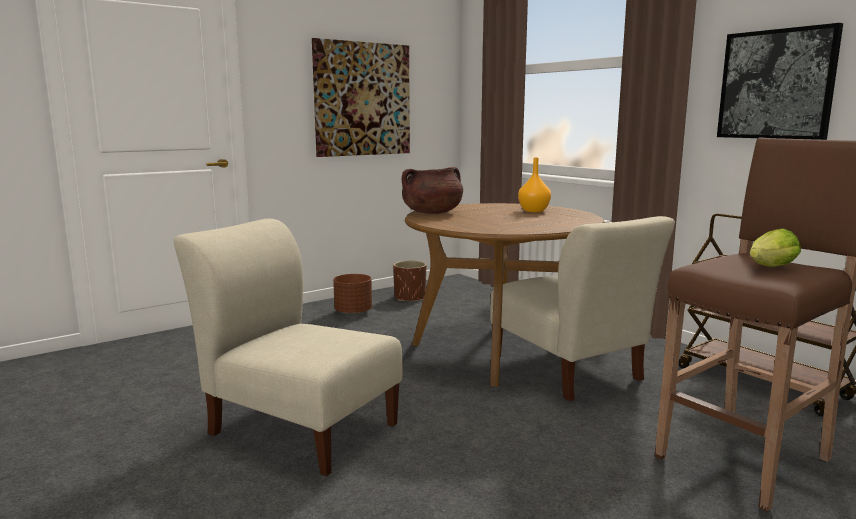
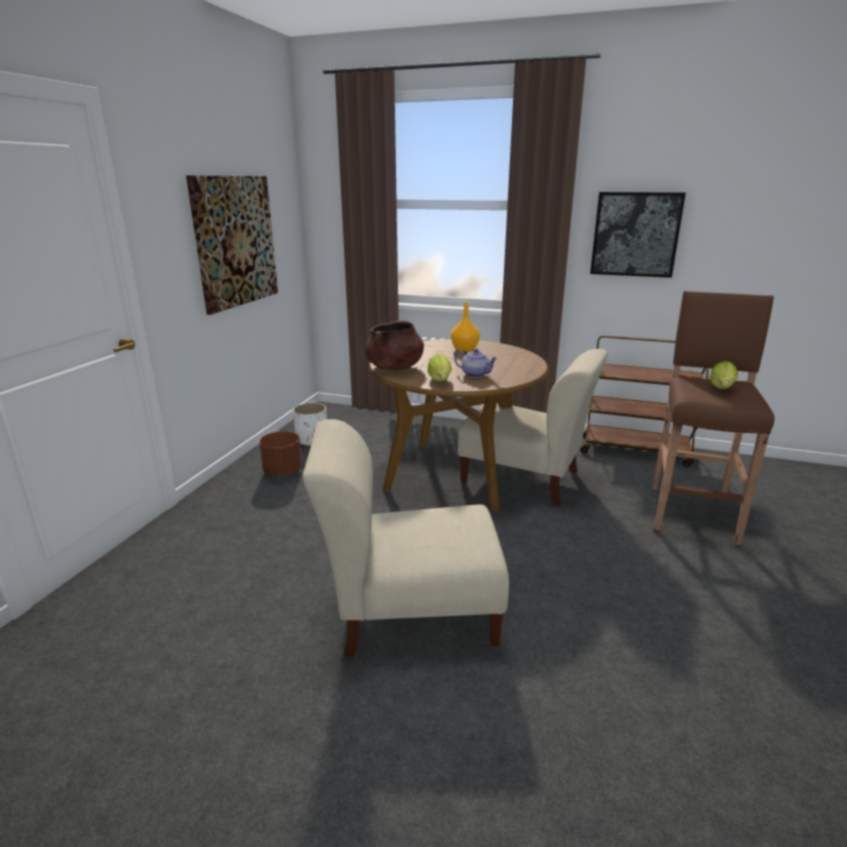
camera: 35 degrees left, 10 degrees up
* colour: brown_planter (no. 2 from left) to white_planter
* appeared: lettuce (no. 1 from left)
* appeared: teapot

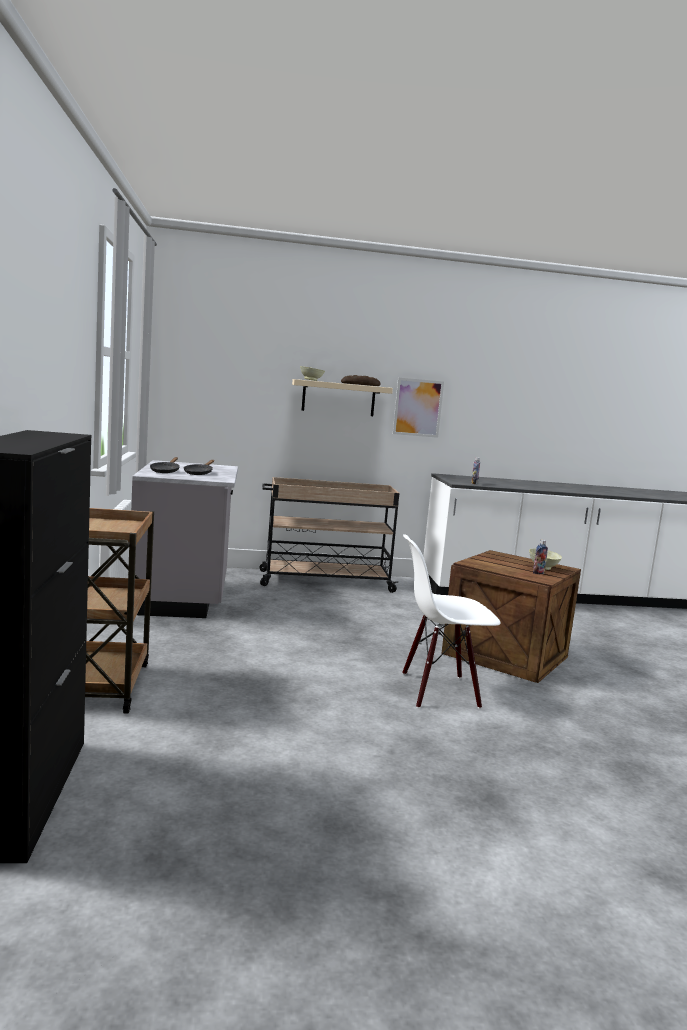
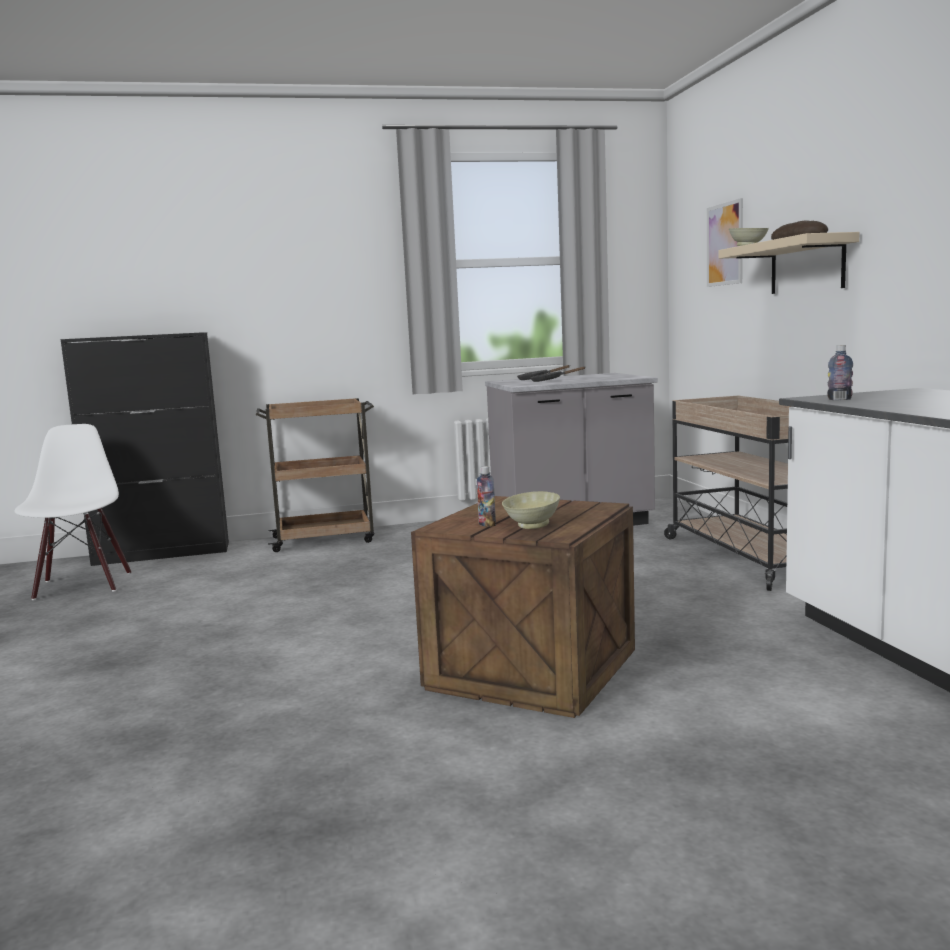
camera: 85 degrees right, 0 degrees up
* relocated: white_chair
* relocated: picture

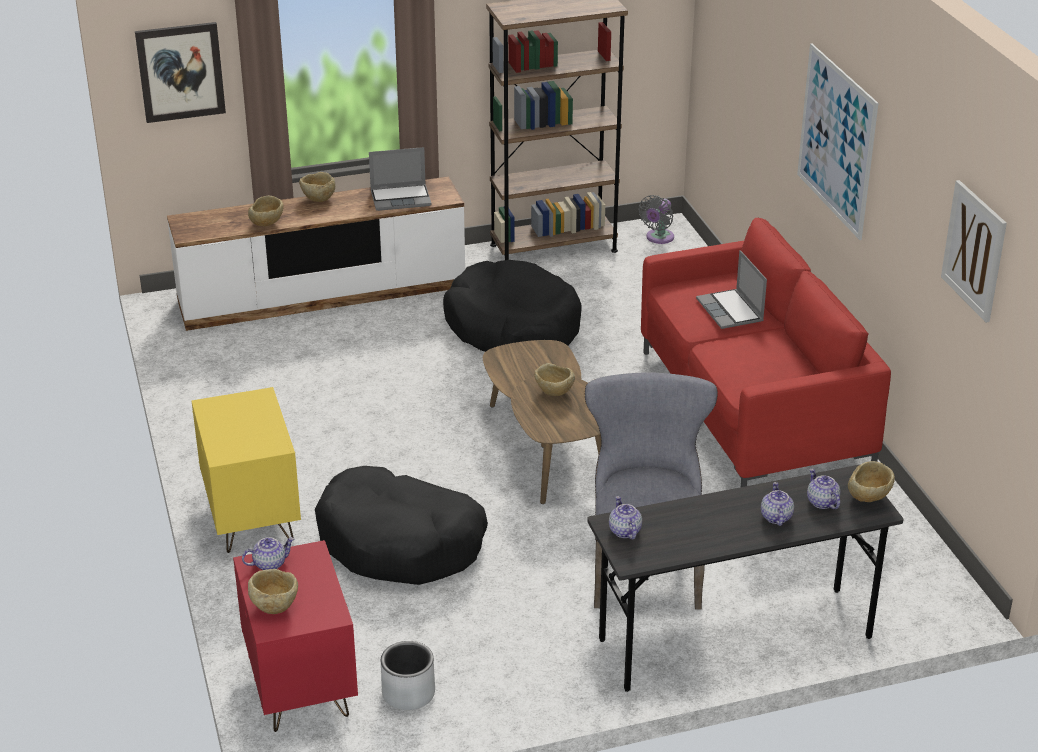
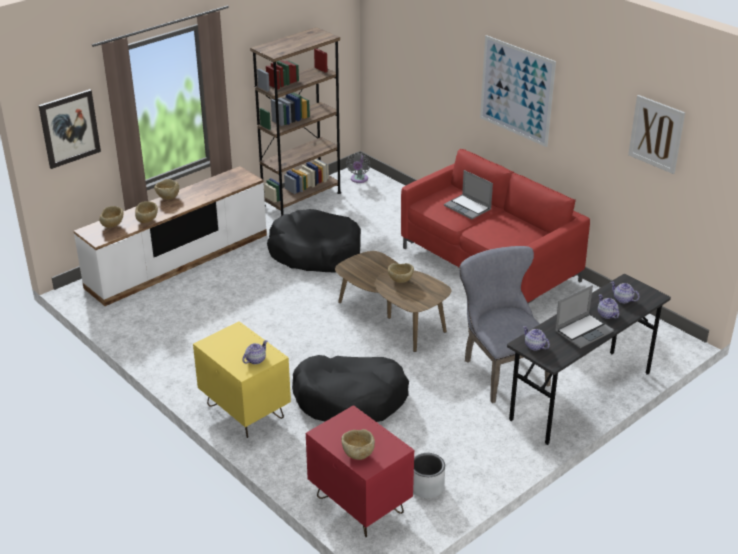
camera: 25 degrees left, 0 degrees up
* relocated: beige_bowl (no. 5 from left in the first image) to beige_bowl (no. 1 from left)
* relocated: teapot (no. 1 from left)
* relocated: laptop (no. 1 from left in the first image) to laptop (no. 2 from left)

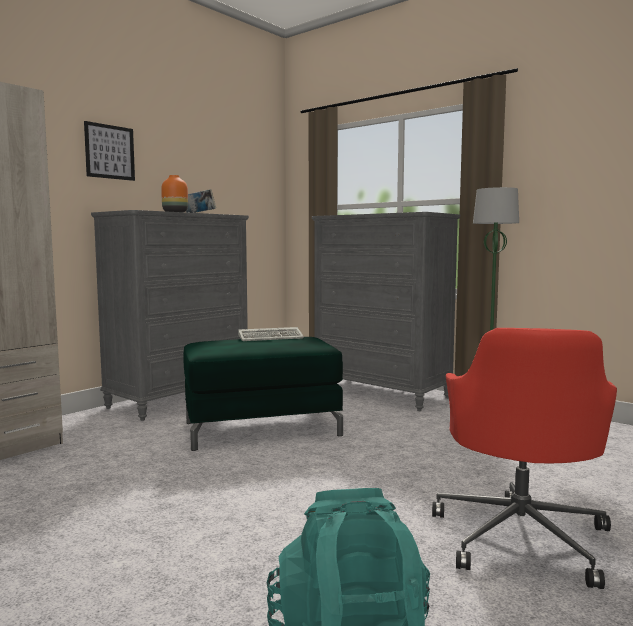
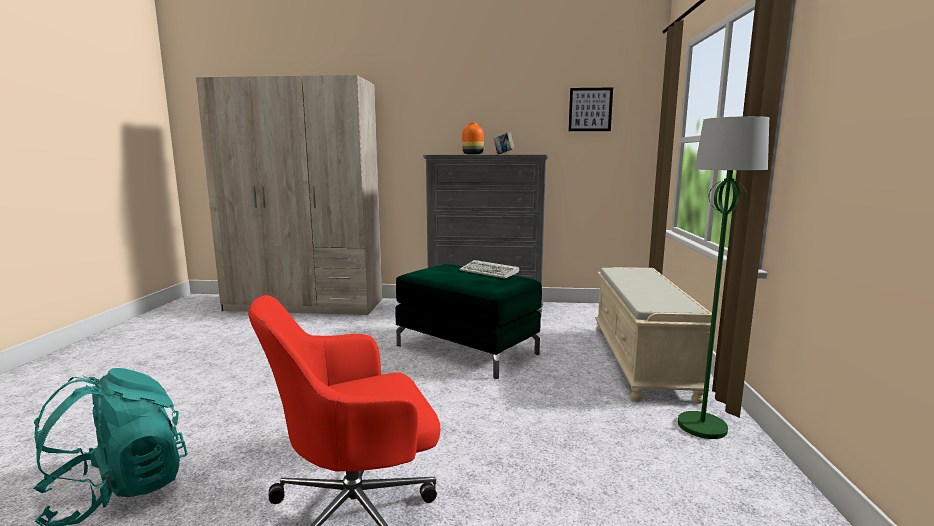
camera: 55 degrees right, 5 degrees up
* relocated: picture
* exchanged: grey_dresser (no. 2 from left) to beige_bench

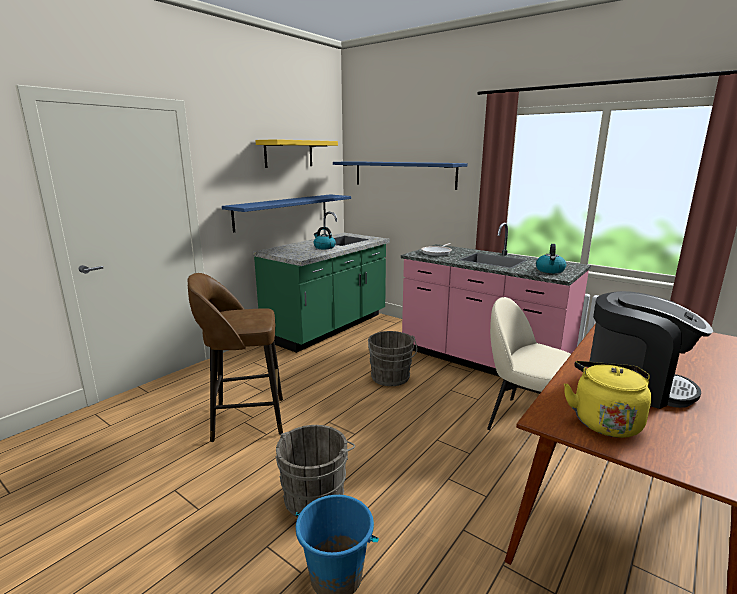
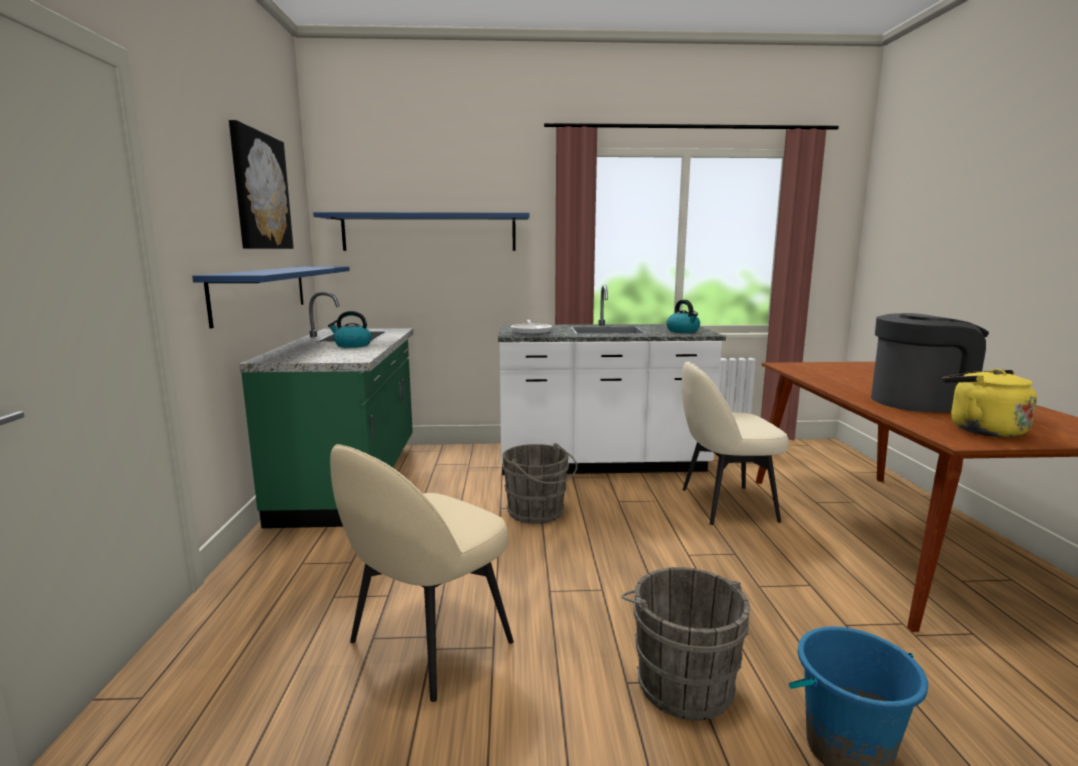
camera: 40 degrees left, 5 degrees down
* exchanged: yellow_shelf to picture
* exchanged: brown_stool to beige_chair (no. 1 from left)
* colour: pink_counter to white_counter

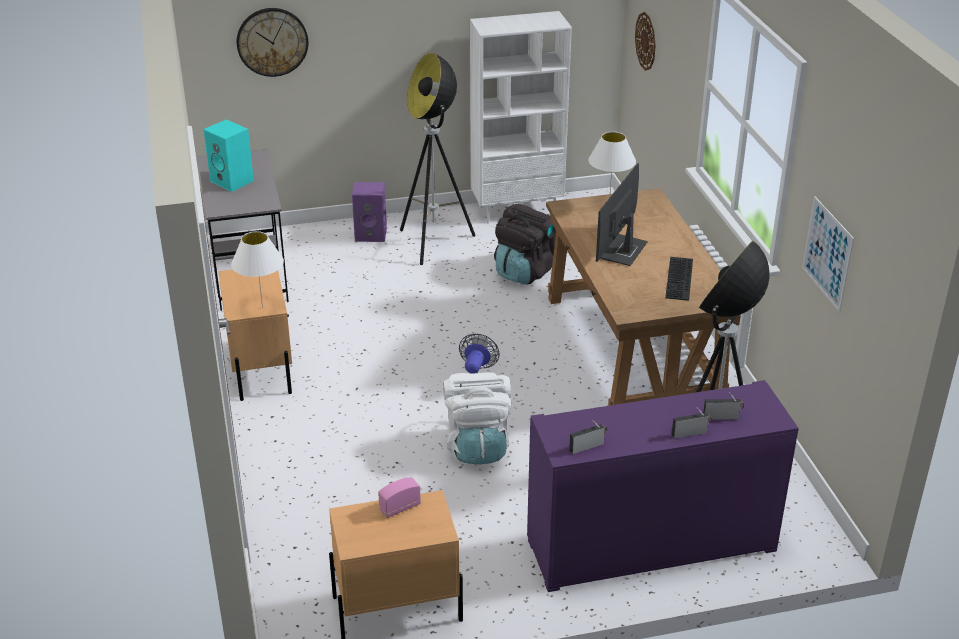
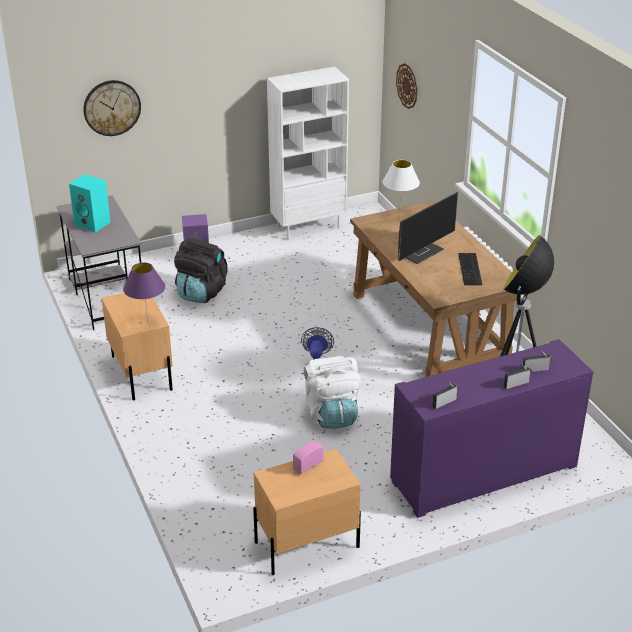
camera: 10 degrees left, 0 degrees up
* colour: white_table_lamp (no. 1 from left) to purple_table_lamp
* relocated: black_backpack
* spun: monitor 150 degrees counterclockwise
* missing: floor_lamp (no. 1 from left)
* missing: picture

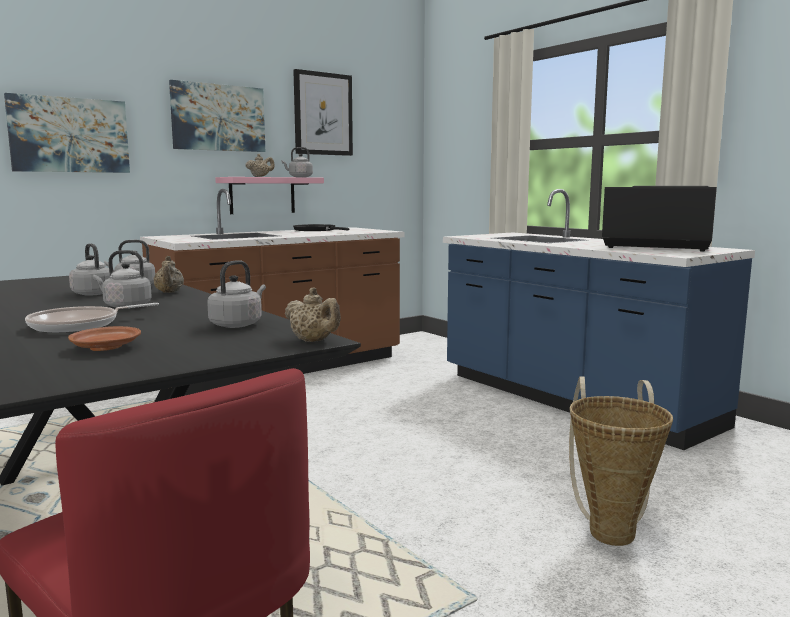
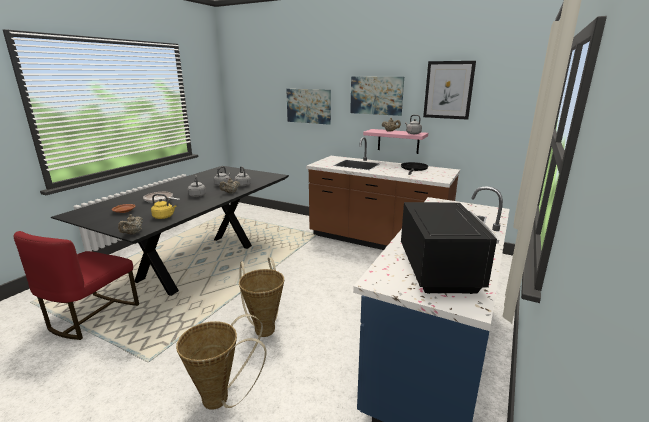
camera: 65 degrees right, 10 degrees up
* colour: grey_kettle (no. 4 from left) to yellow_kettle
* appeared: basket (no. 2 from left)

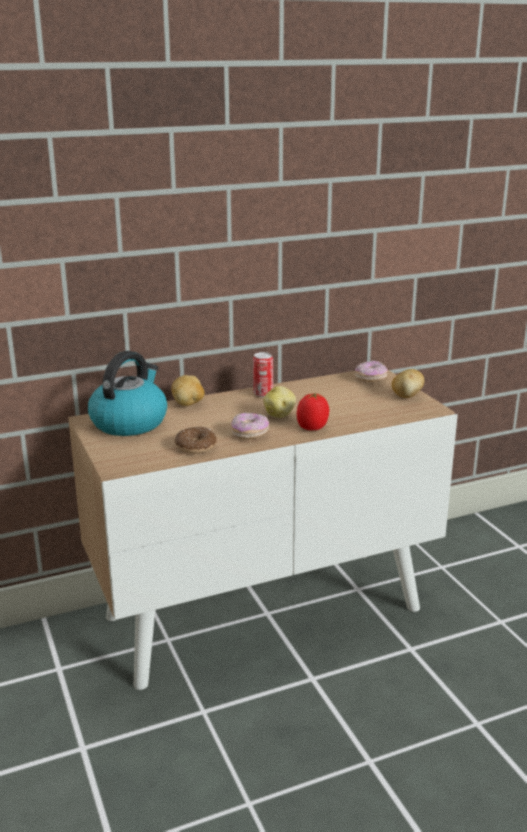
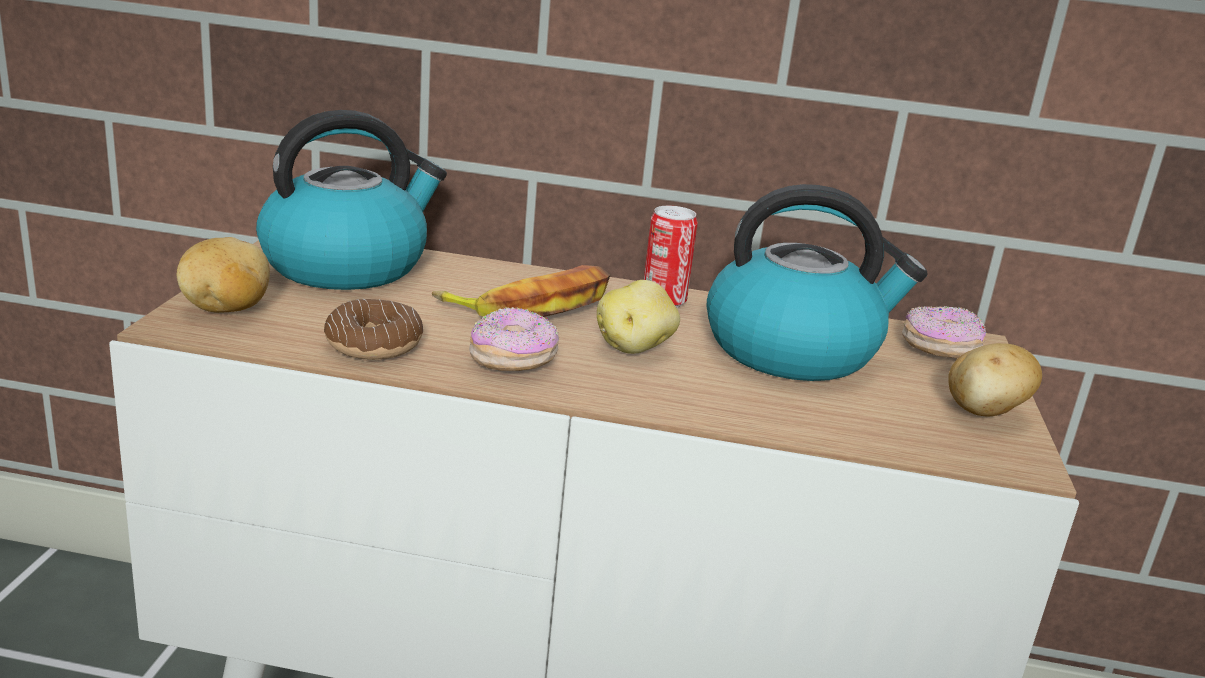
camera: 30 degrees right, 0 degrees up
* relocated: potato (no. 1 from left)
* appeared: banana
* appeared: kettle (no. 2 from left)
* missing: tomato

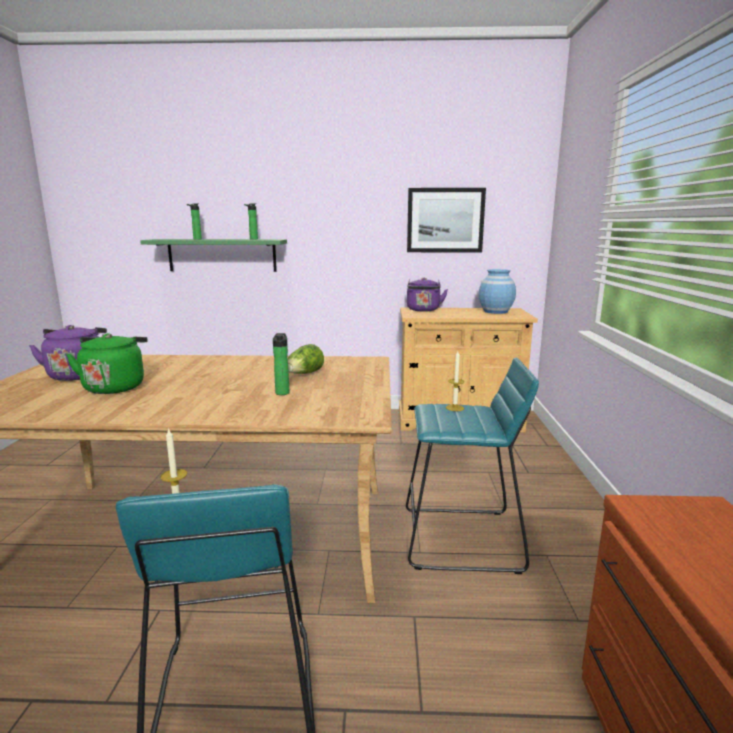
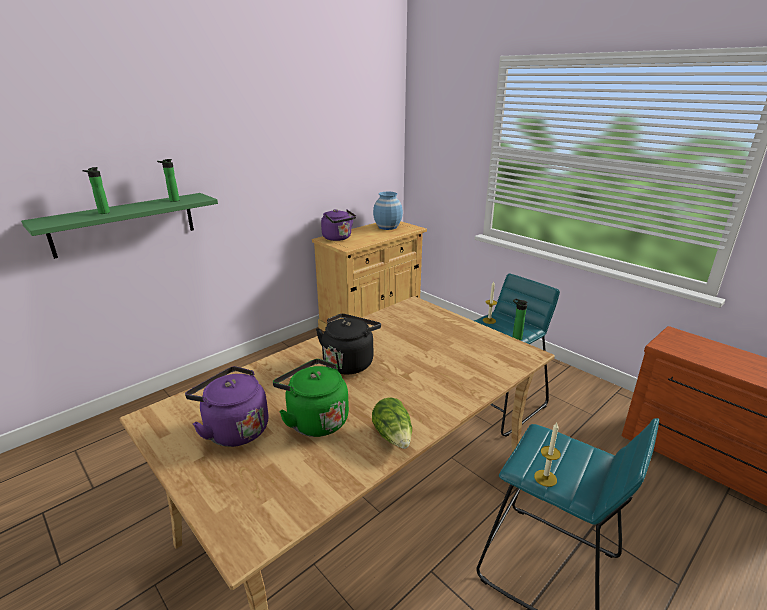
camera: 45 degrees left, 10 degrees up
* appeared: black_kettle
* relocated: lettuce
* relocated: bottle (no. 3 from left)
* missing: picture

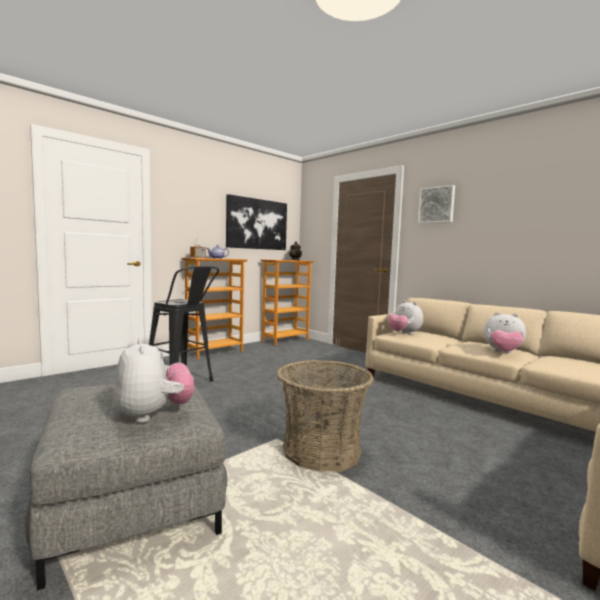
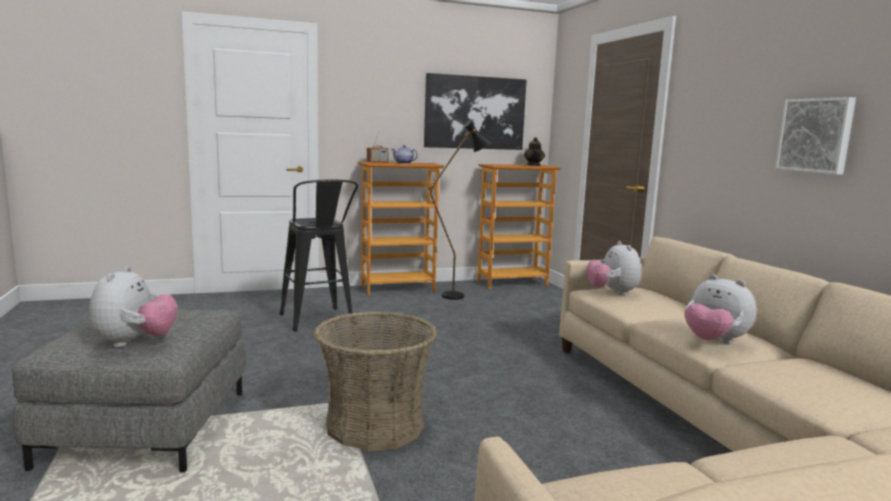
camera: 25 degrees right, 5 degrees up
* appeared: black_floor_lamp
* relocated: picture (no. 2 from left)

